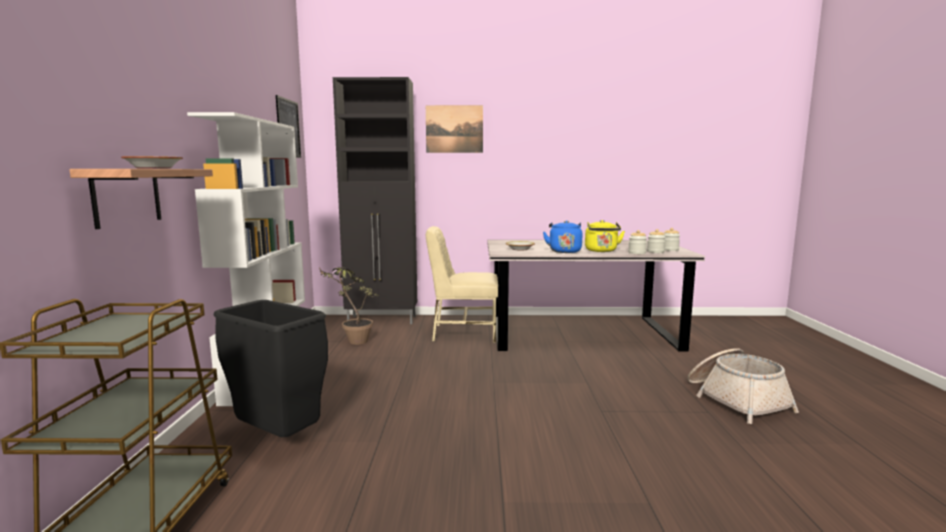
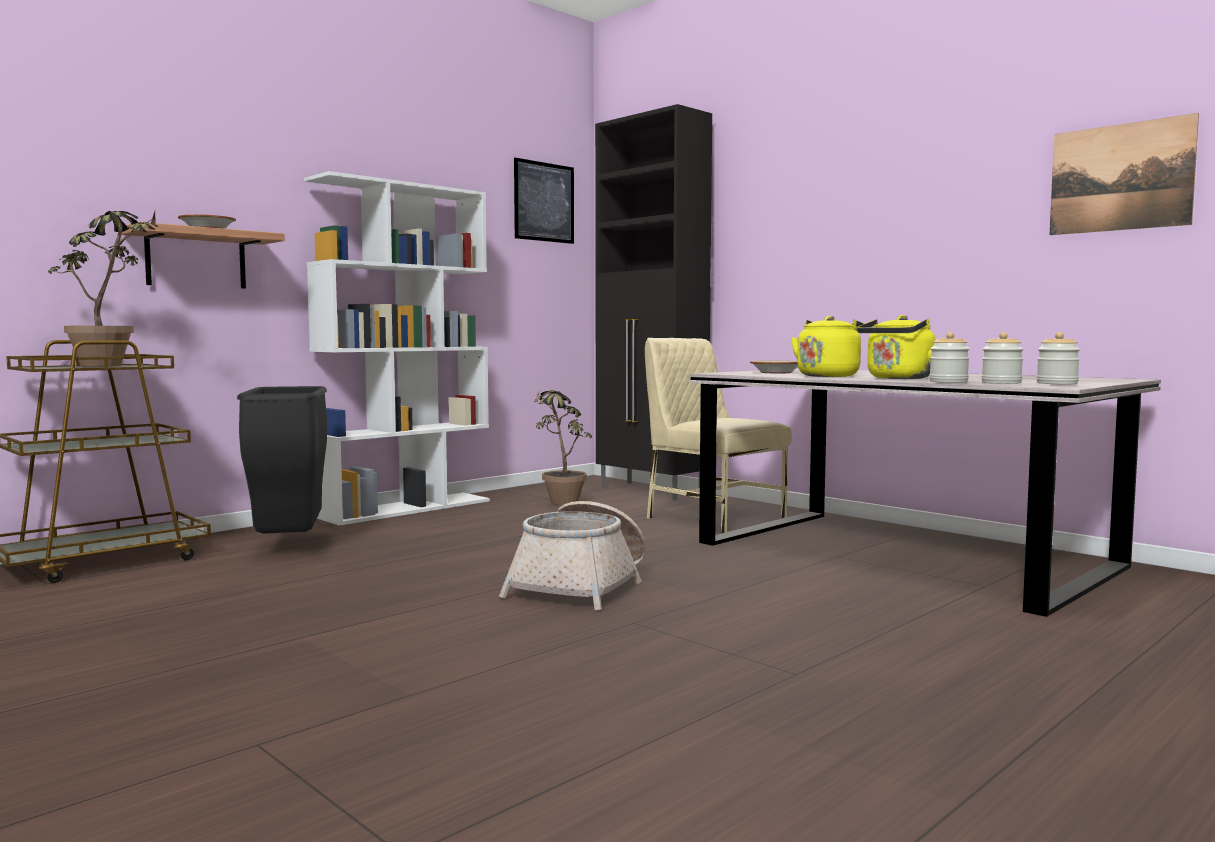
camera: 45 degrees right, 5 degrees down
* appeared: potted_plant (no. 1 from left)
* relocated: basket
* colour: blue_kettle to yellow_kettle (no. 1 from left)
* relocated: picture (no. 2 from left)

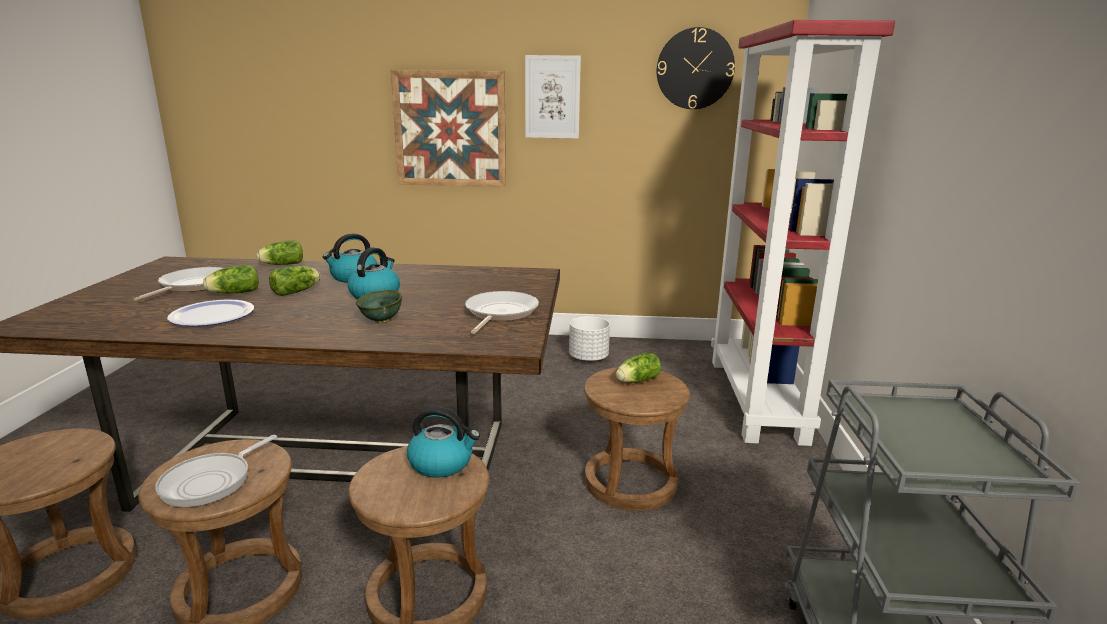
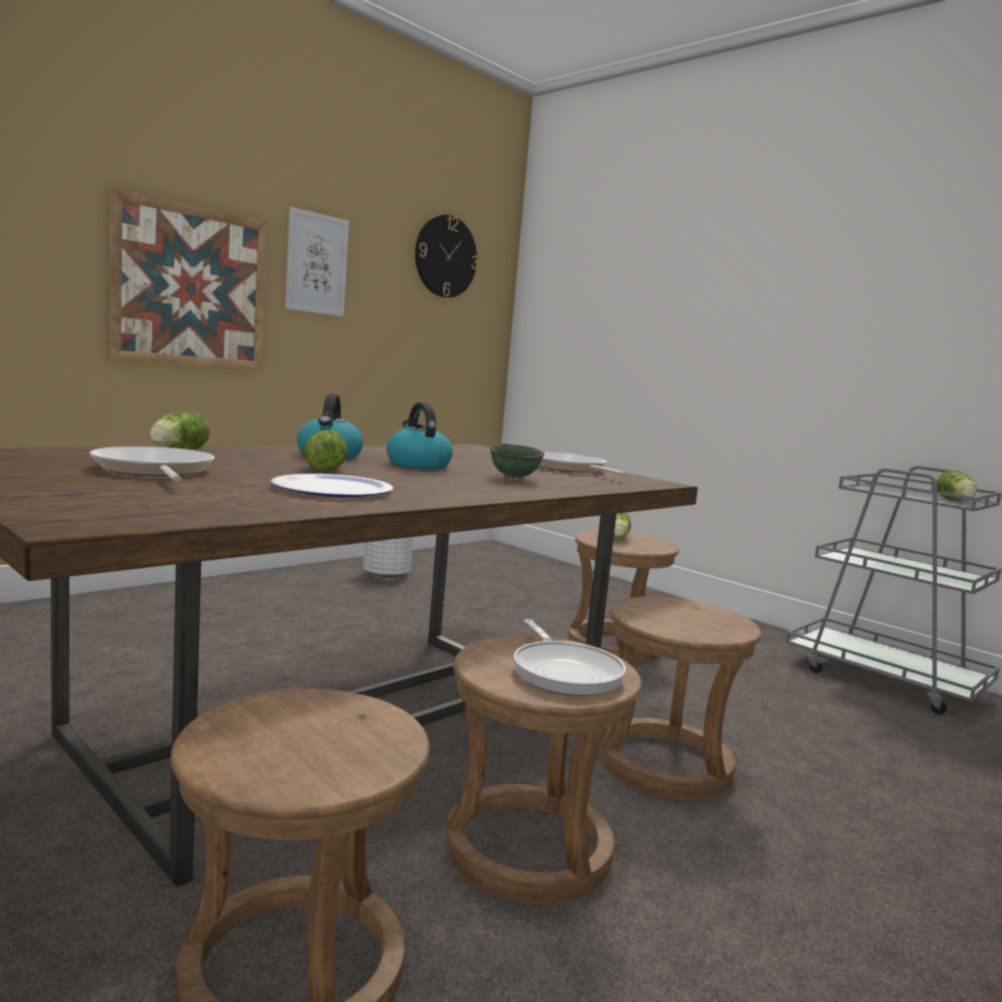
camera: 50 degrees left, 10 degrees down
* relocated: lettuce (no. 1 from left in the first image) to lettuce (no. 4 from left)
* missing: kettle (no. 3 from left)
* missing: red_bookcase

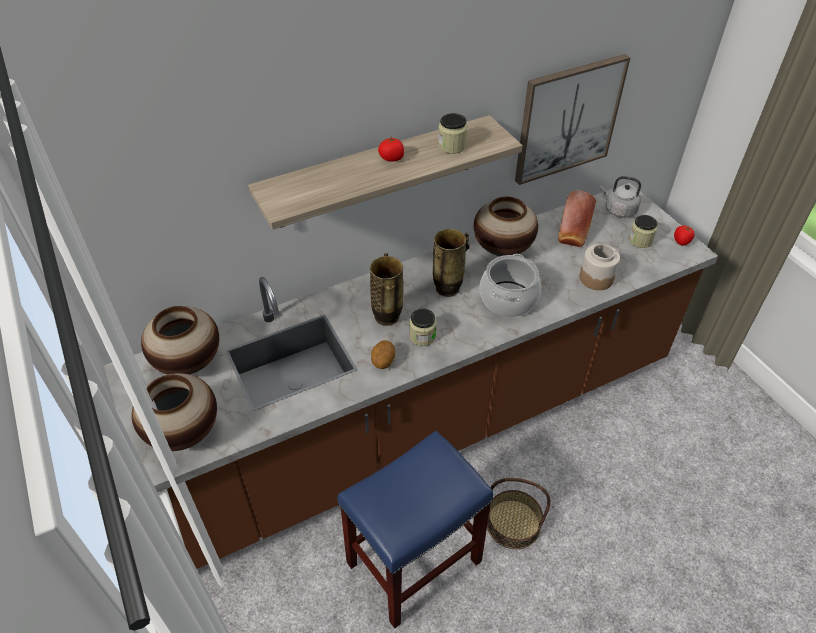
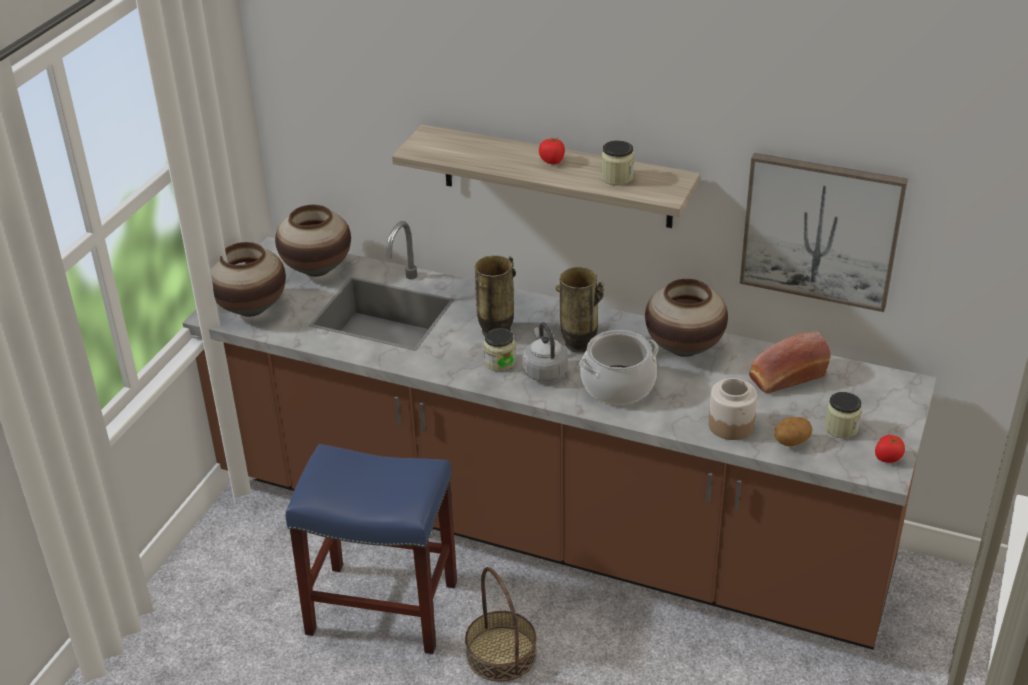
camera: 50 degrees right, 10 degrees down
* relocated: grey_kettle
* relocated: potato

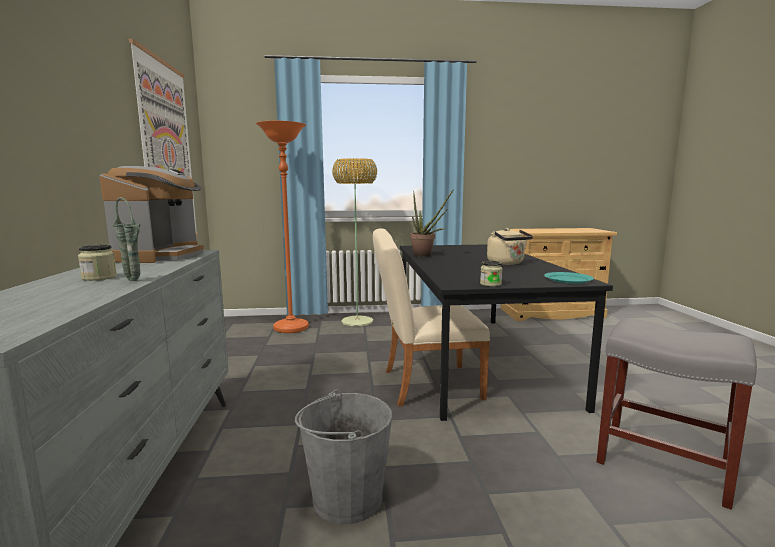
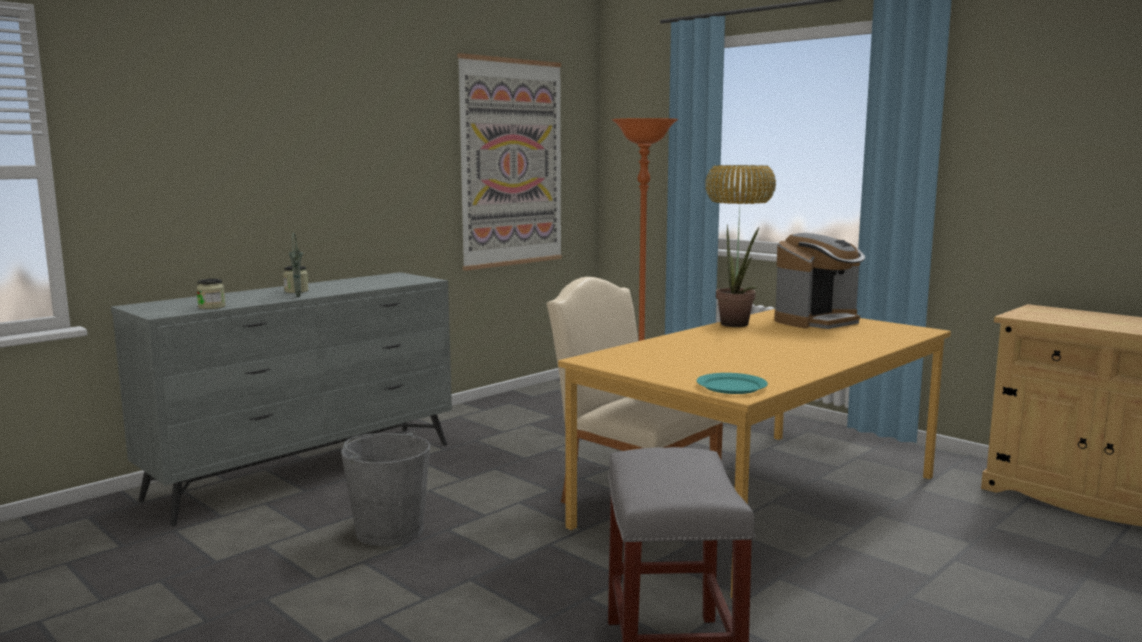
camera: 50 degrees right, 0 degrees up
* relocated: jar (no. 2 from left in the first image) to jar (no. 1 from left)
* colour: black_dining_table to orange_dining_table
* relocated: coffee_machine
* missing: beige_kettle

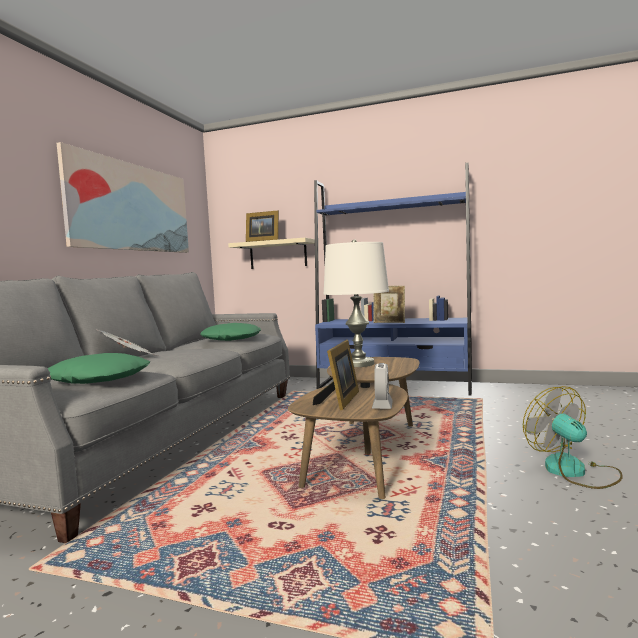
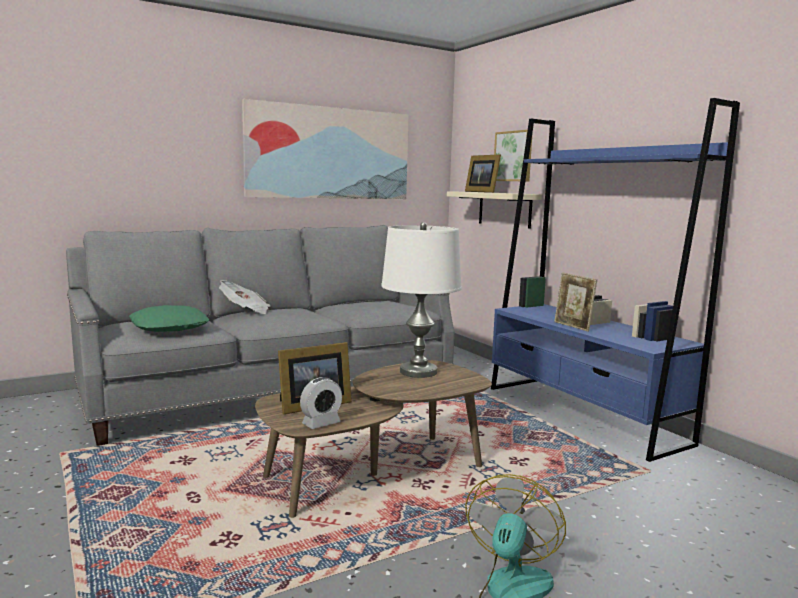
camera: 40 degrees right, 5 degrees up
* appeared: picture (no. 2 from left)
* missing: green_pillow (no. 2 from left)

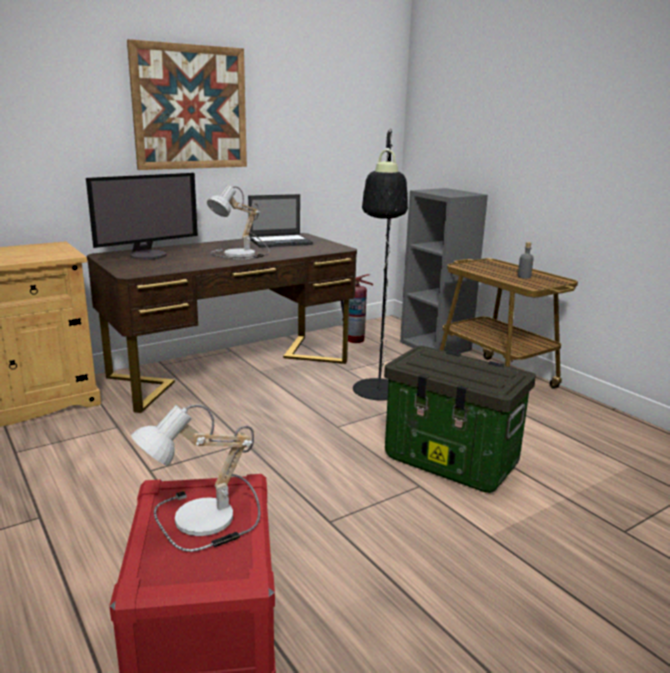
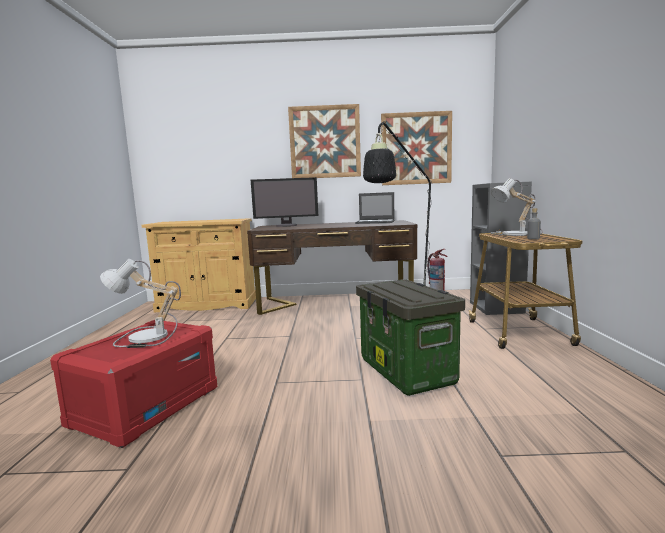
camera: 35 degrees right, 10 degrees down
* appeared: picture (no. 2 from left)
* relocated: table_lamp (no. 2 from left)

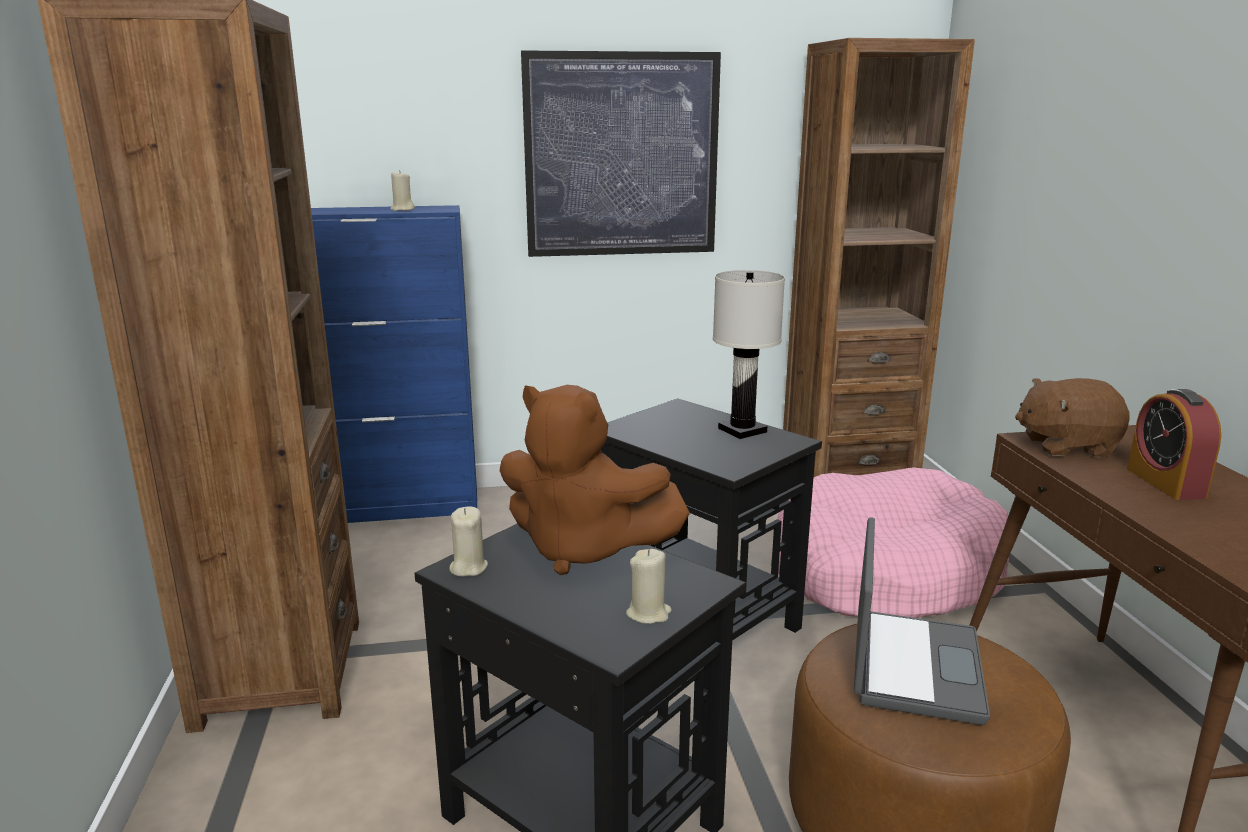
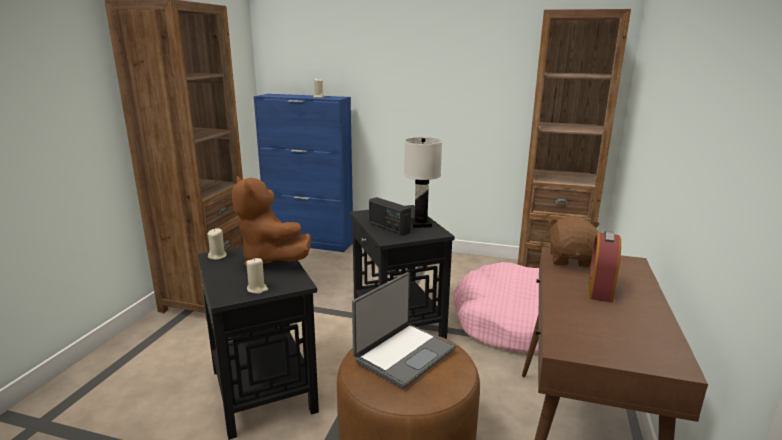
camera: 25 degrees right, 0 degrees up
* appeared: radio
* spun: brown_plush_toy (no. 2 from left) 75 degrees clockwise
* missing: picture

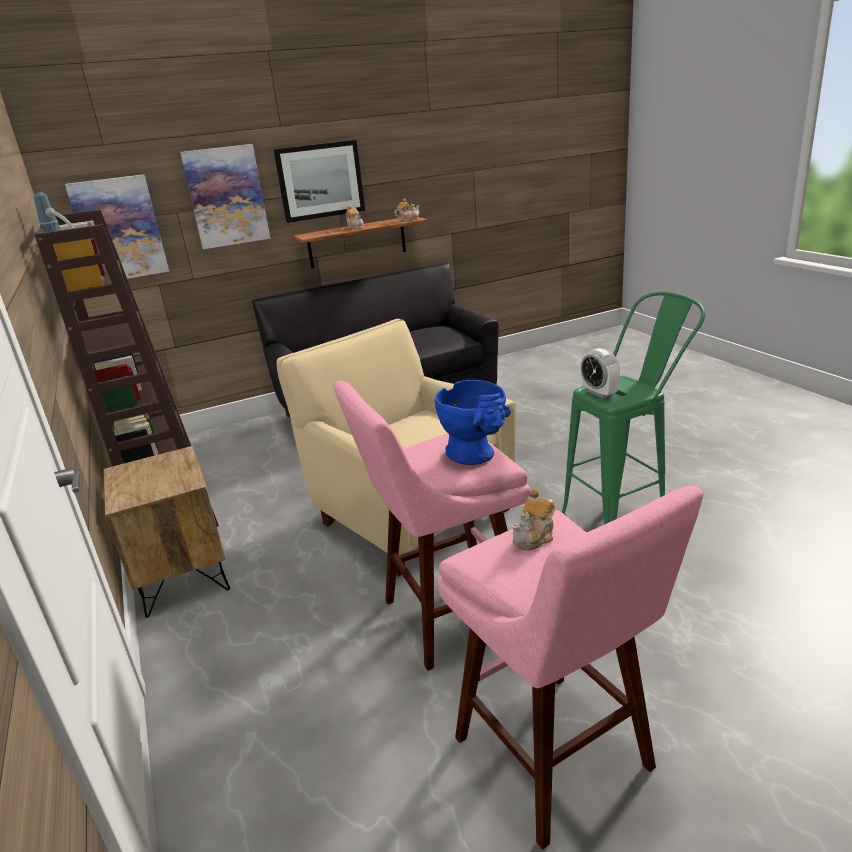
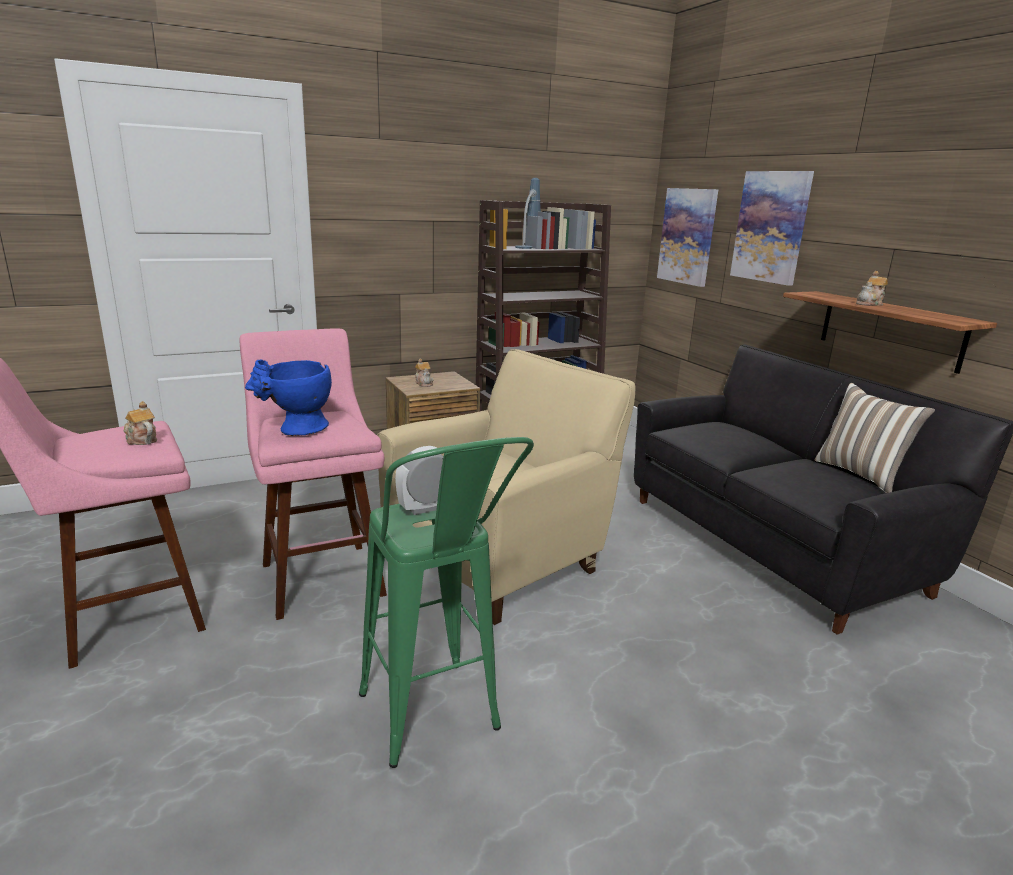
camera: 85 degrees right, 5 degrees down
* relocated: teapot (no. 2 from left)
* appeared: pillow
* missing: picture (no. 3 from left)

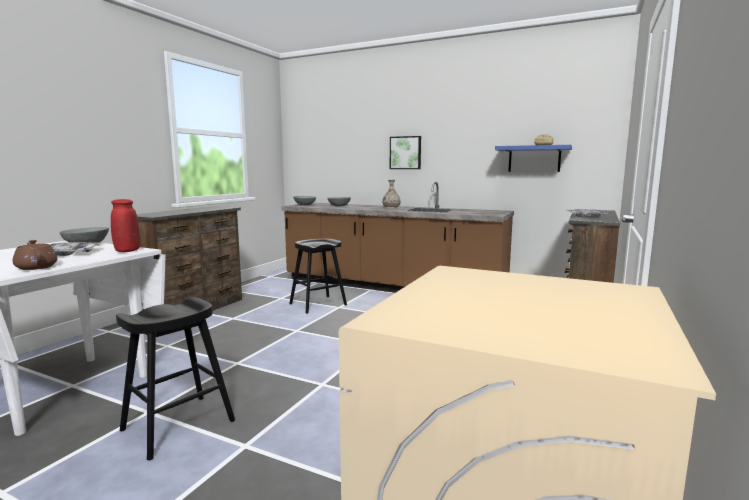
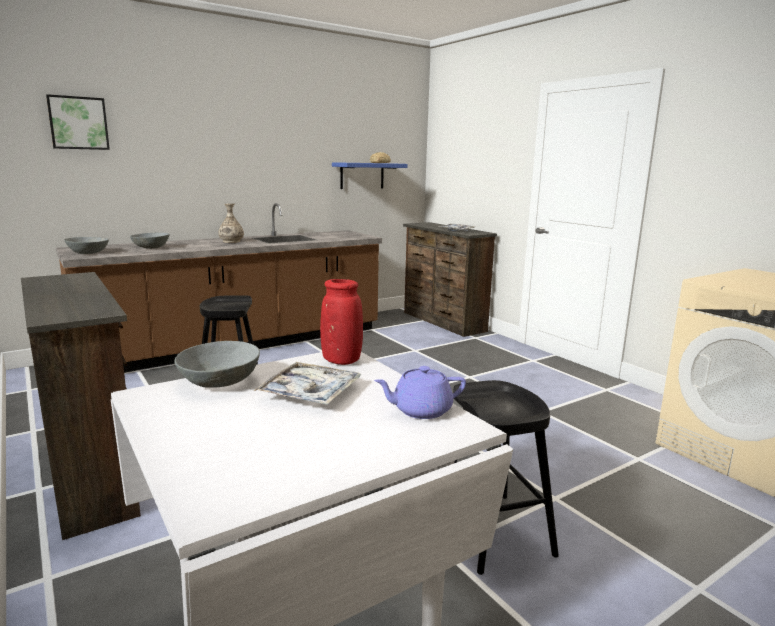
camera: 60 degrees left, 5 degrees up
* relocated: picture
* colour: brown_teapot to purple_teapot

